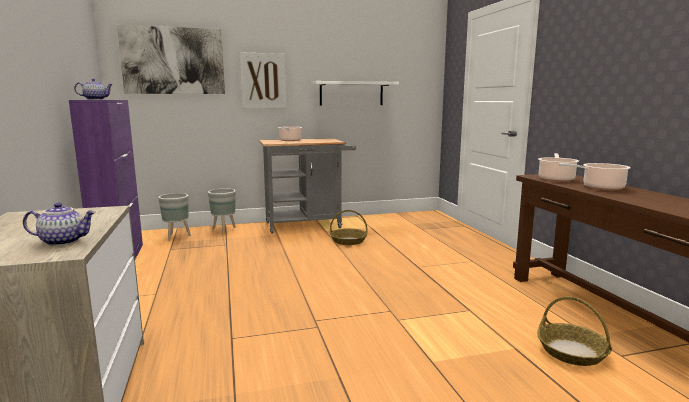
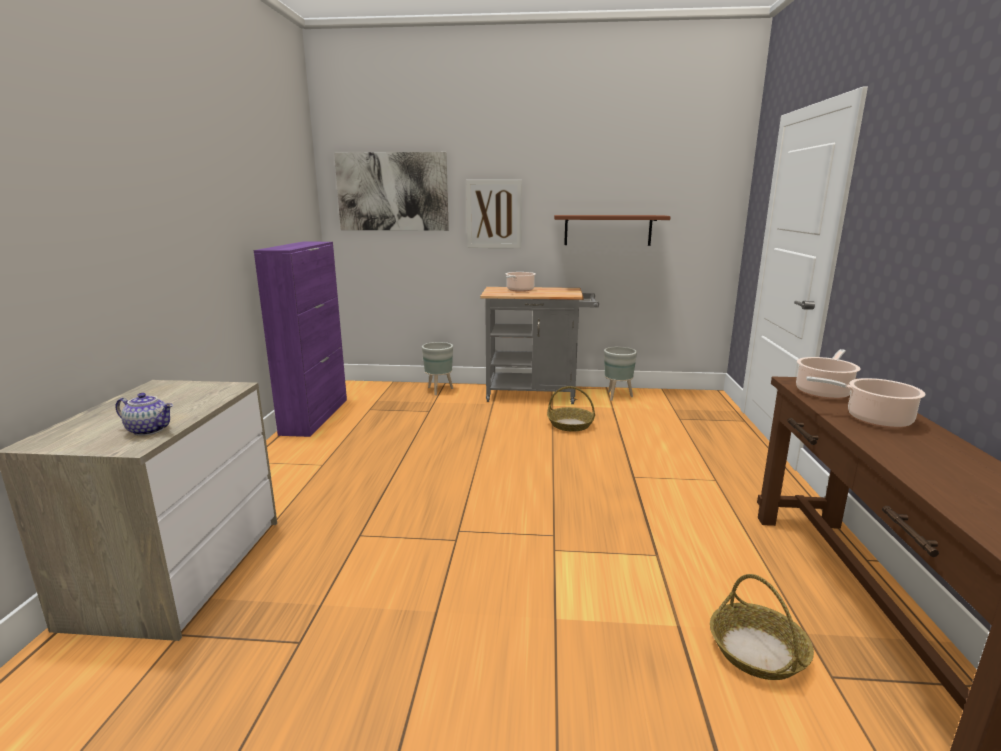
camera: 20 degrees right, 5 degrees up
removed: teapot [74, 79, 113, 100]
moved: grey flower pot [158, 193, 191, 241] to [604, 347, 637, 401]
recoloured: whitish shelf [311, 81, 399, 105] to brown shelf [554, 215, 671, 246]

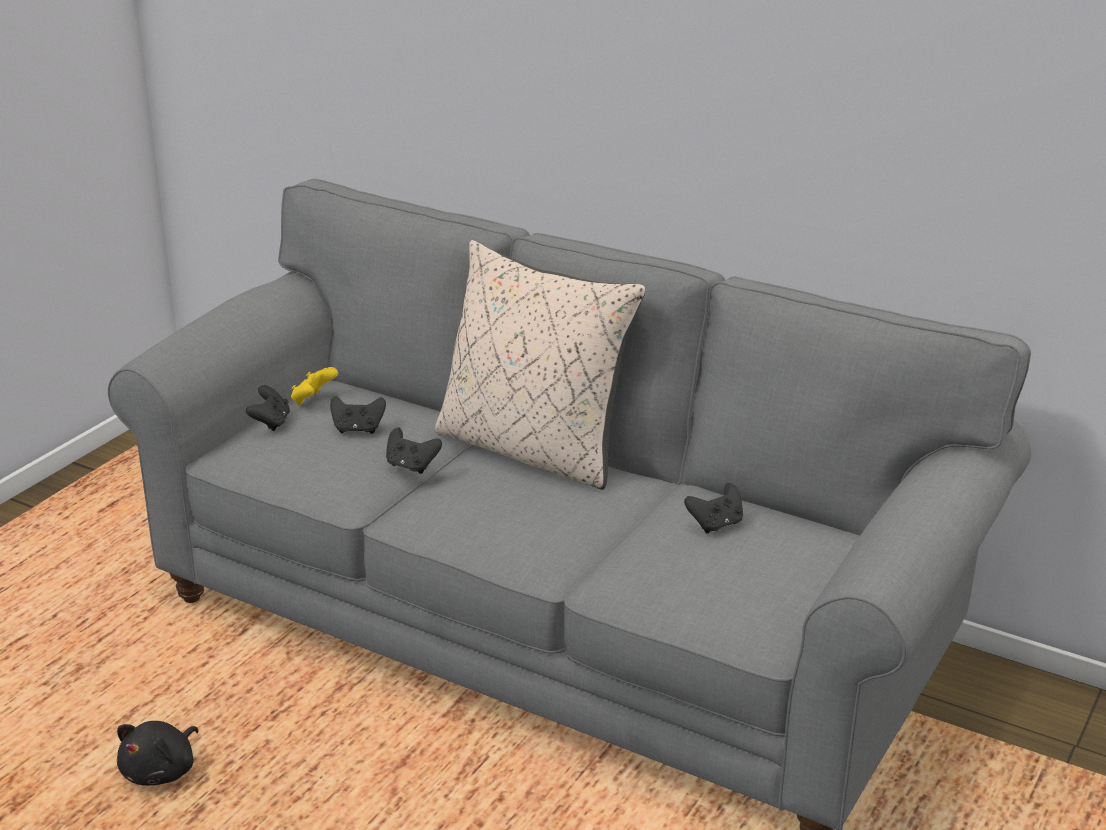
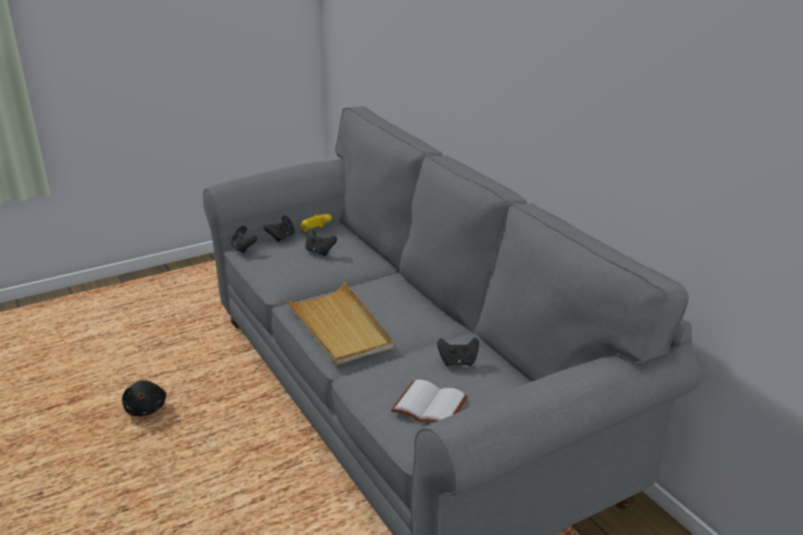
camera: 30 degrees right, 0 degrees up
removed: sand-coloured throw pillow [435, 240, 646, 490]
added: sand-coloured carrying tray [283, 282, 394, 365]; whitish book [391, 379, 468, 422]
moved: blackish game controller [386, 428, 442, 474] to [231, 226, 257, 253]
turned: blackish plush toy [117, 721, 199, 786] = [122, 380, 166, 416] 75 degrees counterclockwise

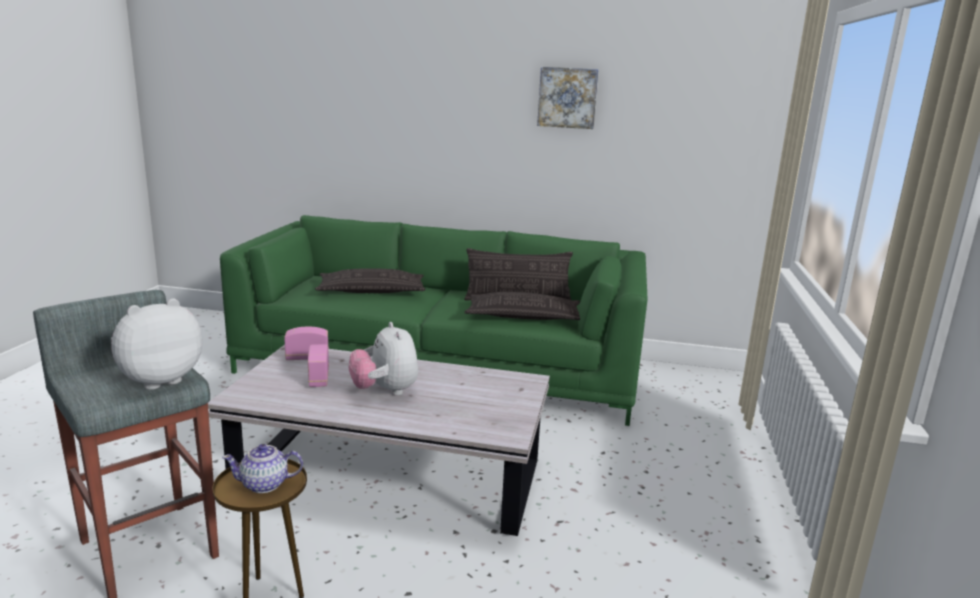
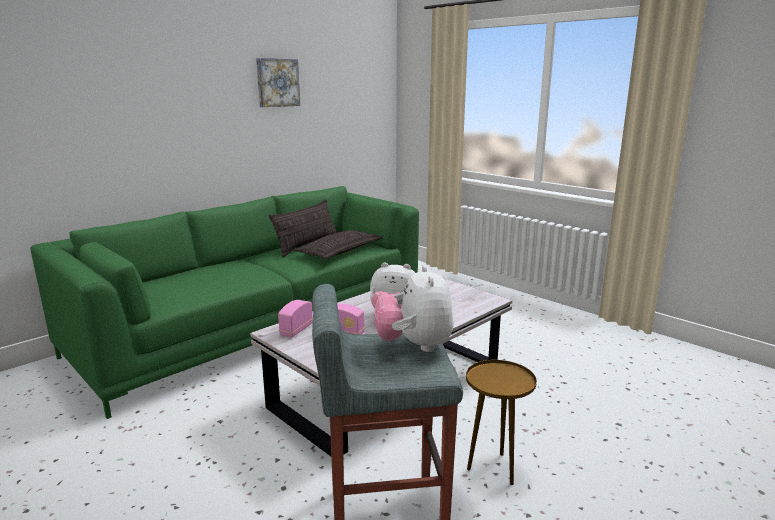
camera: 55 degrees left, 0 degrees up
removed: teapot [222, 444, 303, 493]; throw pillow [315, 268, 425, 293]

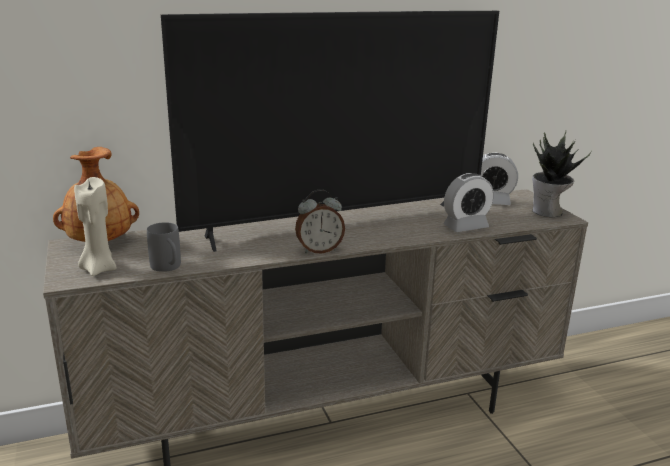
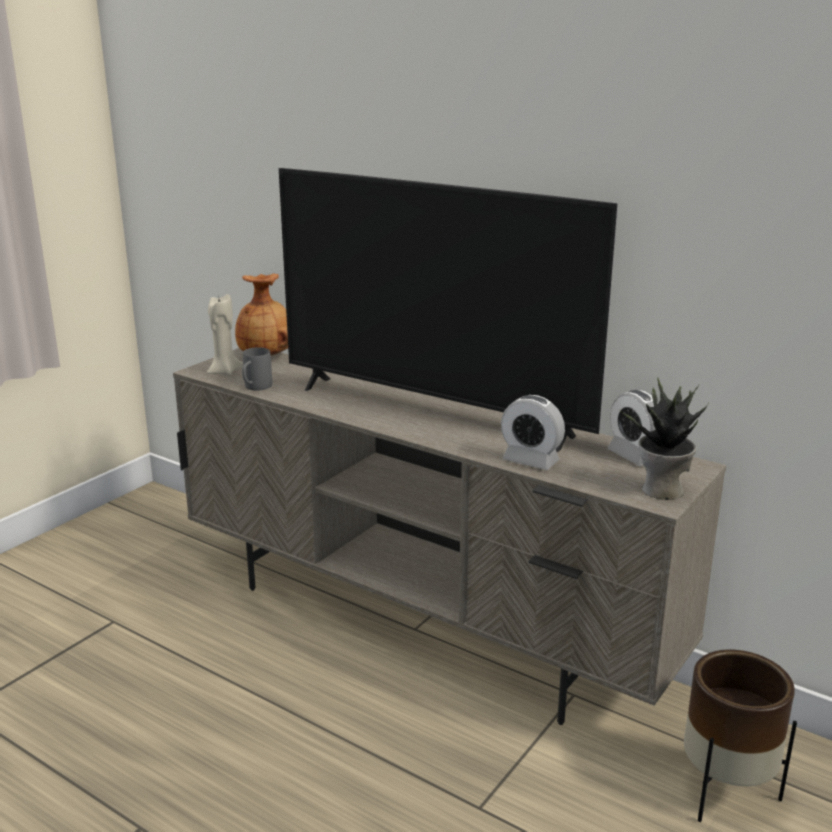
camera: 55 degrees right, 0 degrees up
removed: alarm clock [295, 189, 345, 253]
added: brown flower pot [684, 649, 797, 822]

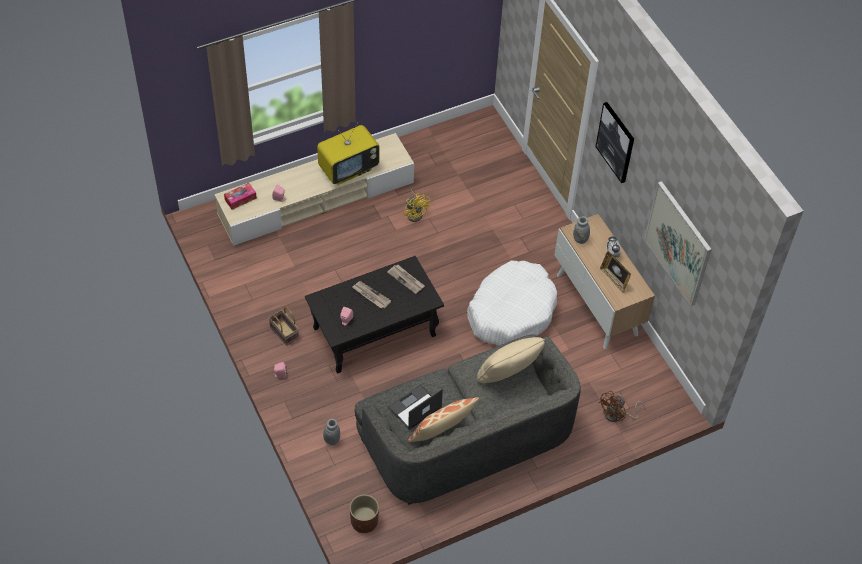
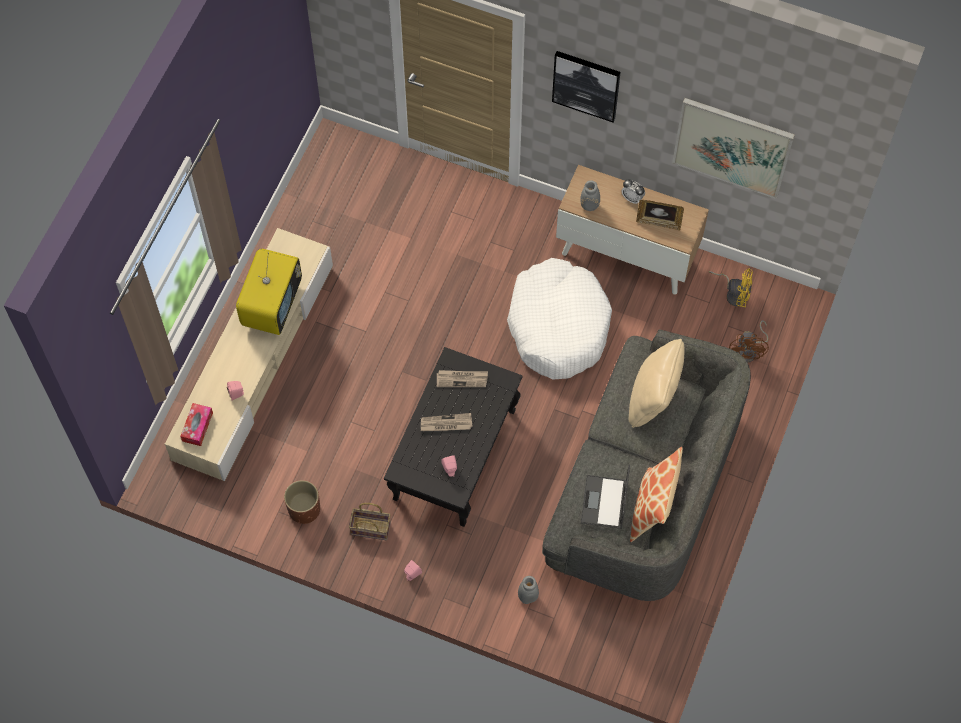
camera: 40 degrees left, 10 degrees up
moved: brown flower pot [349, 494, 379, 533] to [284, 480, 320, 524]; yellow fan [403, 189, 430, 222] to [709, 268, 753, 307]

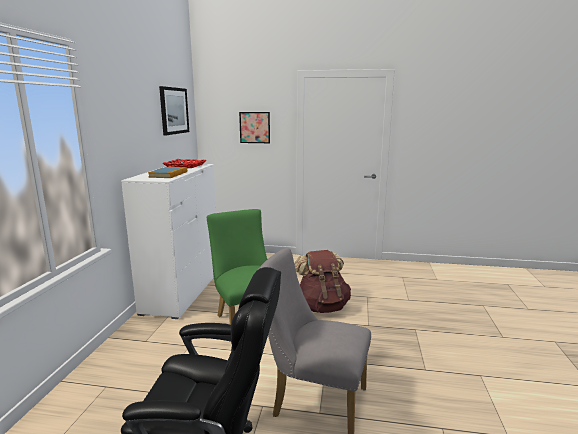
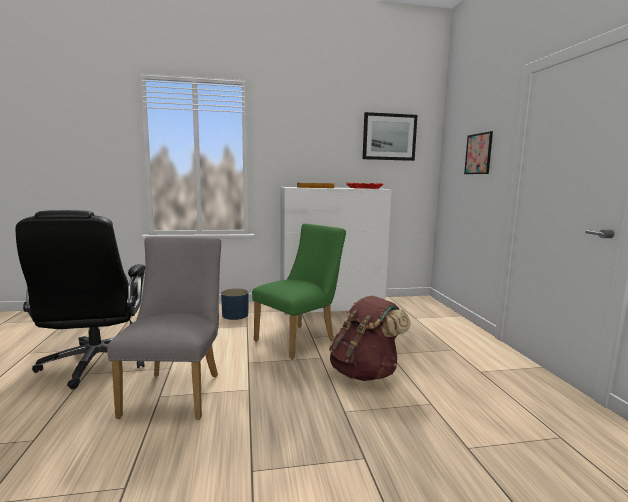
camera: 70 degrees right, 5 degrees down
added: blue flower pot [221, 288, 249, 320]

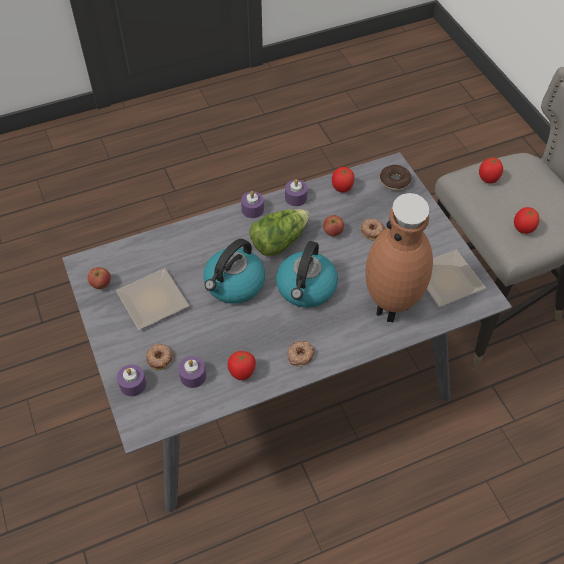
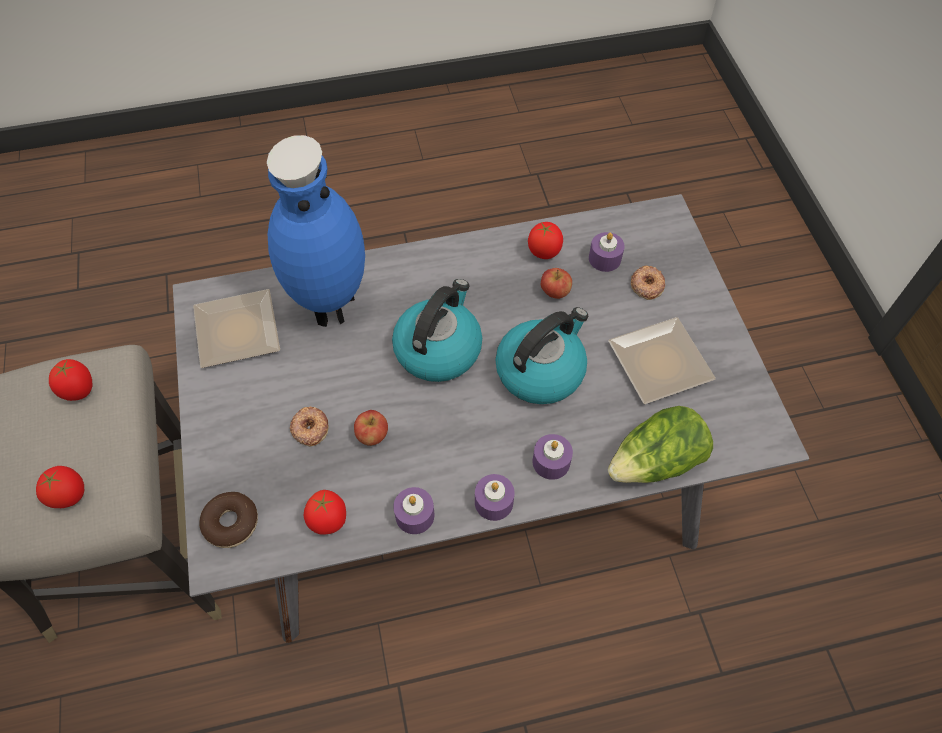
camera: 170 degrees left, 5 degrees up
removed: donut [287, 341, 314, 367]
moved: apple fruit [87, 267, 111, 289] to [541, 268, 572, 299]; purple-coloured candle [117, 364, 146, 396] to [532, 434, 573, 480]; lettuce [249, 209, 310, 256] to [608, 406, 713, 483]
recoloured: brown flower vase [365, 193, 433, 322] to blue flower vase [267, 135, 365, 327]

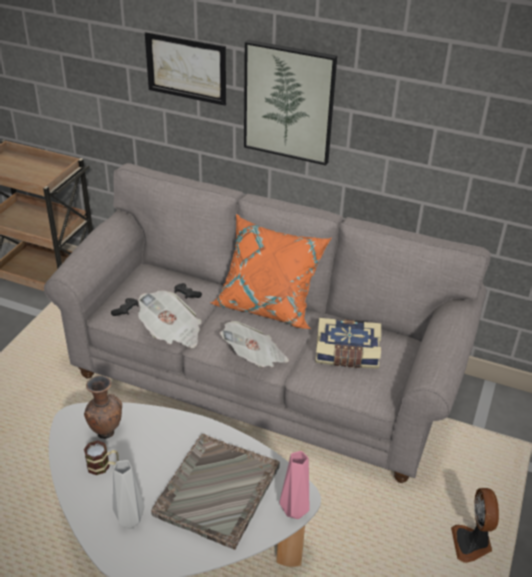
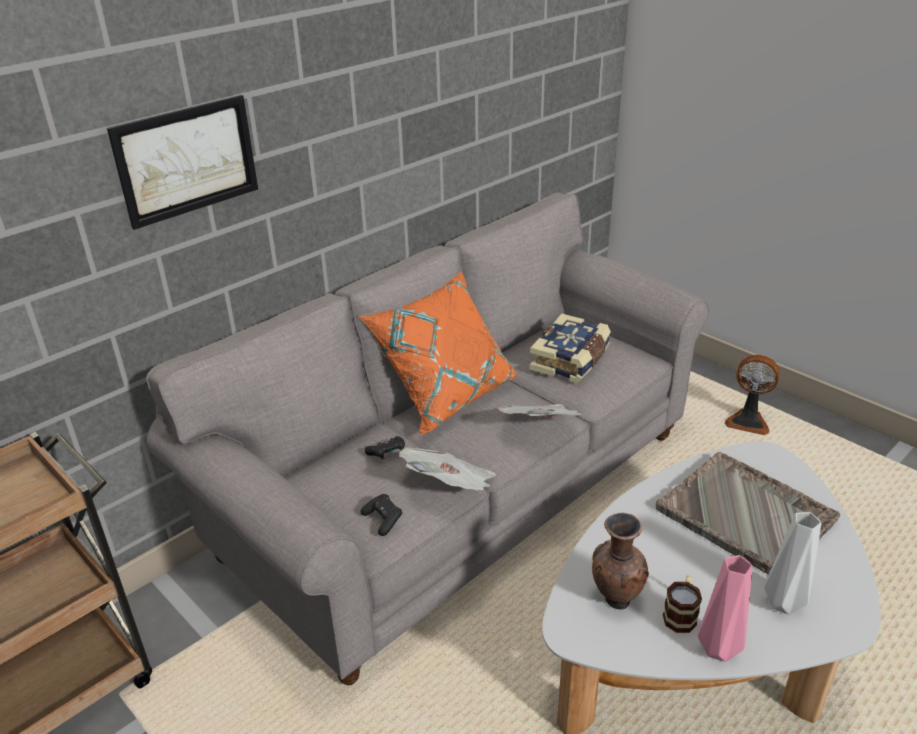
camera: 65 degrees left, 5 degrees down
removed: wall picture [244, 40, 337, 165]
moved: pinkish flower vase [279, 451, 309, 519] to [698, 555, 752, 661]

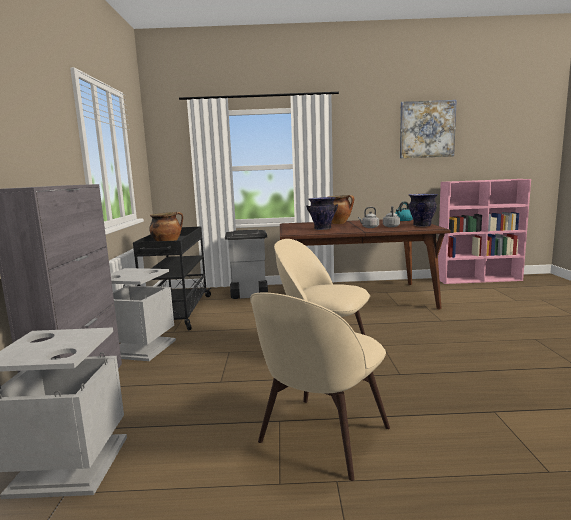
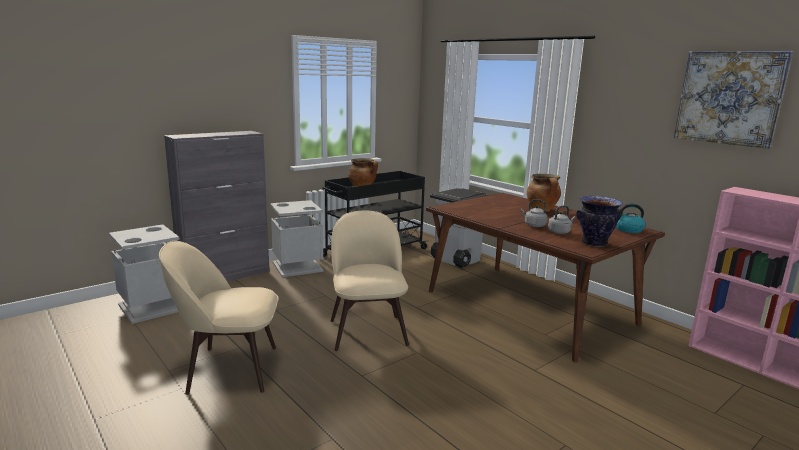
camera: 50 degrees right, 5 degrees up
removed: flower vase [306, 197, 338, 230]

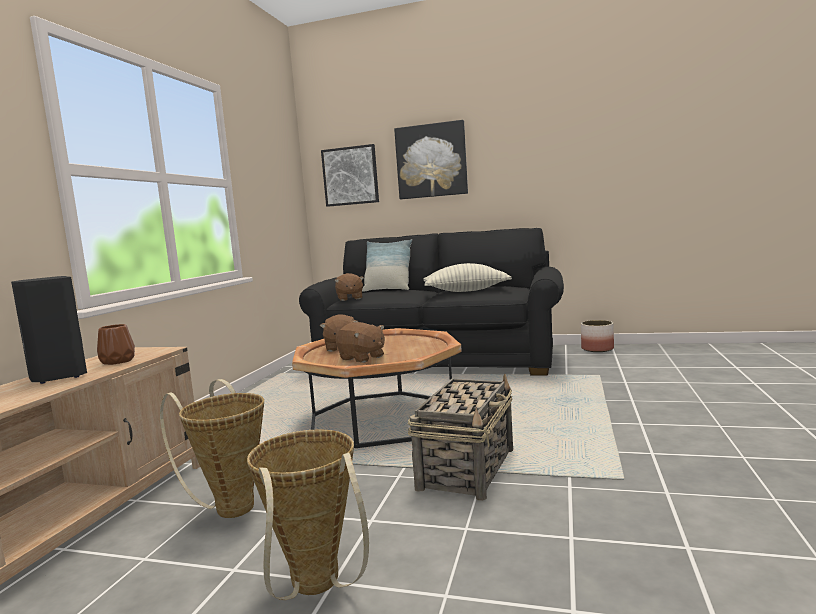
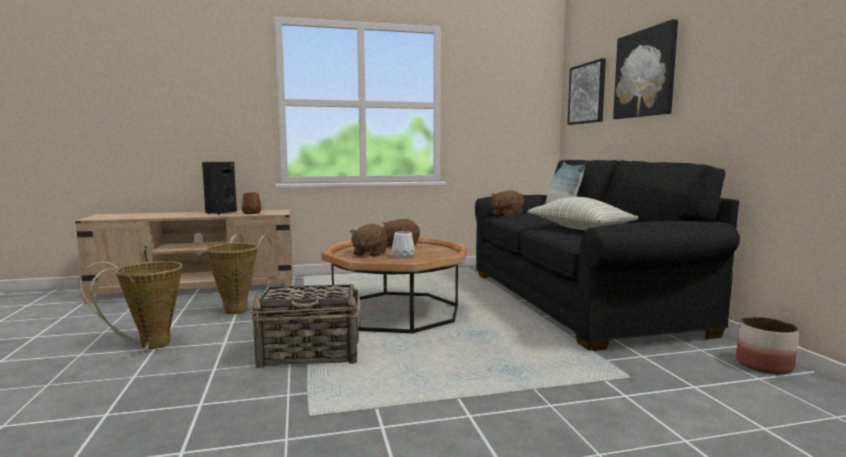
camera: 60 degrees right, 0 degrees up
added: whitish flower vase [392, 231, 414, 258]

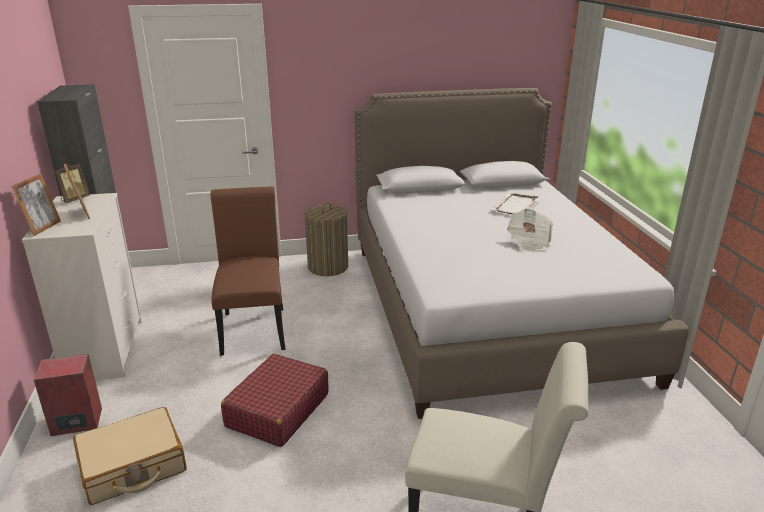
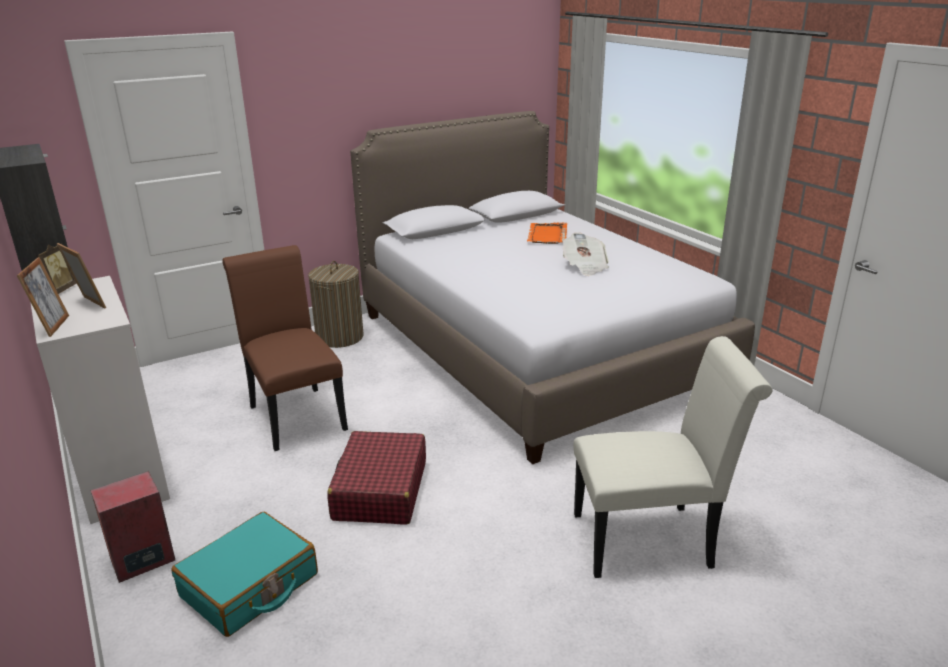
camera: 20 degrees left, 0 degrees up
recoloured: sand-coloured piece of luggage [73, 407, 187, 505] to blue-green piece of luggage [171, 512, 318, 637]; whitish carrying tray [491, 192, 542, 214] to orange-coloured carrying tray [527, 222, 567, 244]

